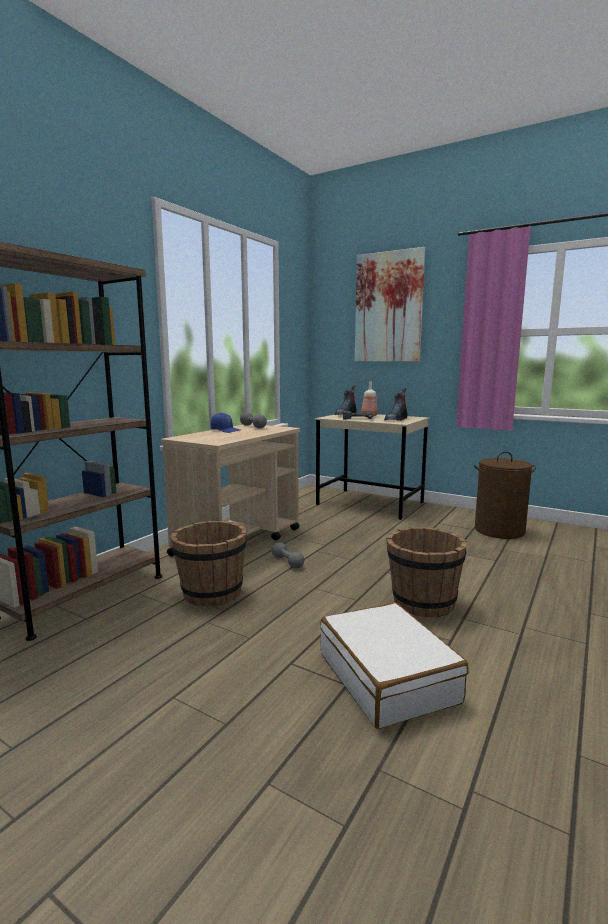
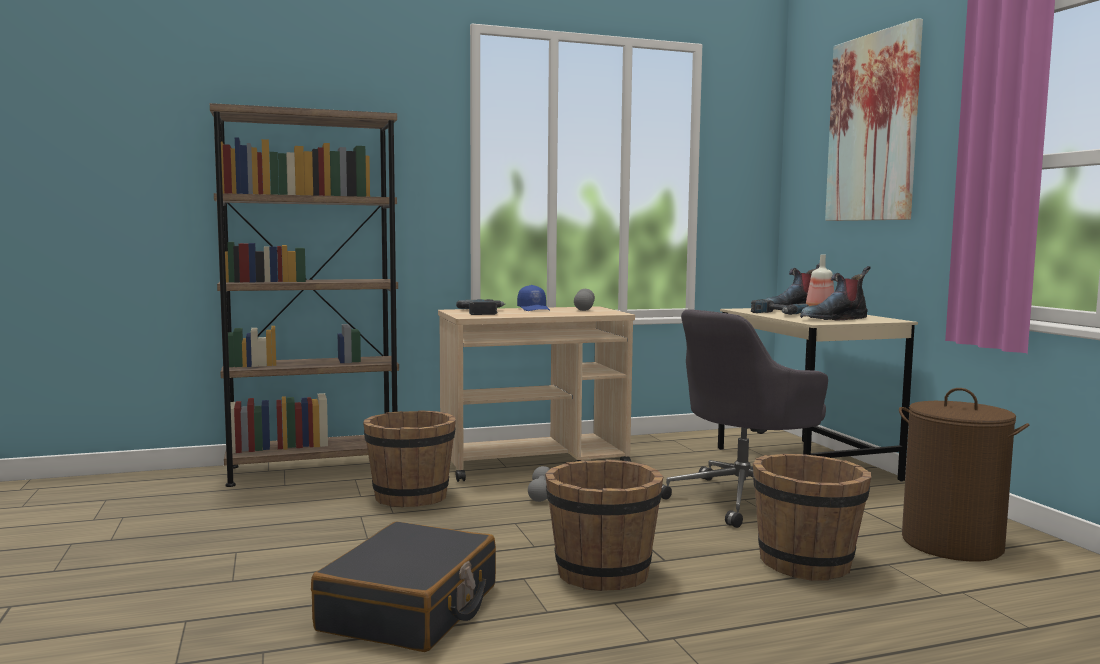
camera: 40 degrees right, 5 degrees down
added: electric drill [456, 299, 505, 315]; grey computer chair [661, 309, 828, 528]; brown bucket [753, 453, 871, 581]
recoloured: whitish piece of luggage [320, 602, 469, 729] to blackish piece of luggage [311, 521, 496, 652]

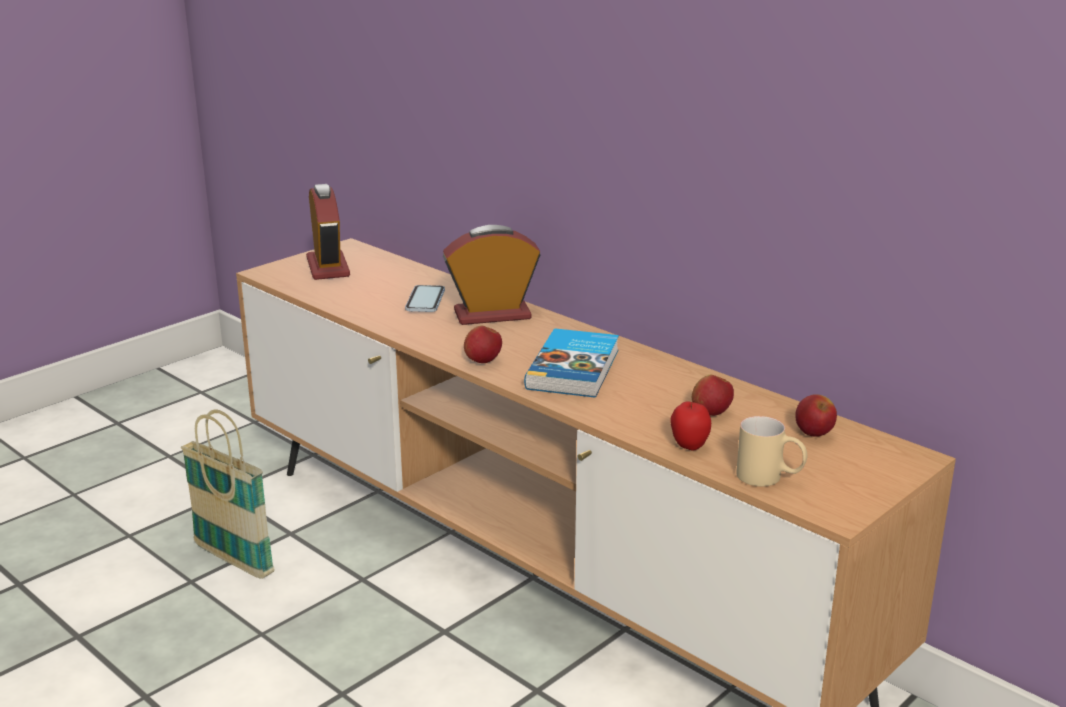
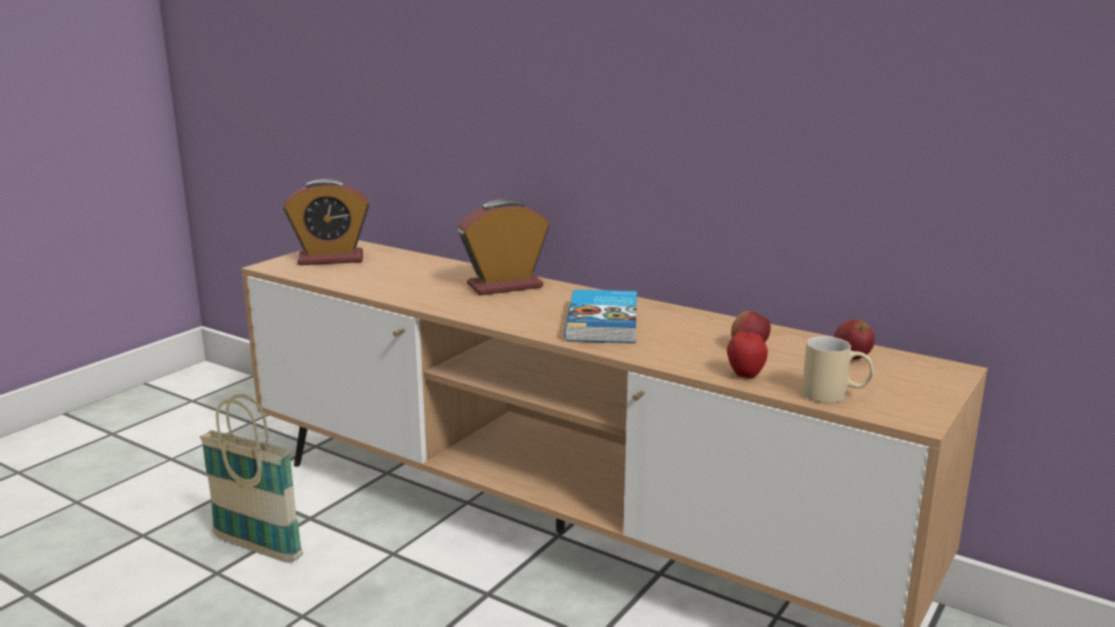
camera: 10 degrees left, 5 degrees down
removed: phone [405, 285, 445, 312]; apple fruit [464, 326, 502, 363]
turned: alarm clock [306, 184, 350, 280] = [283, 179, 369, 265] 105 degrees clockwise

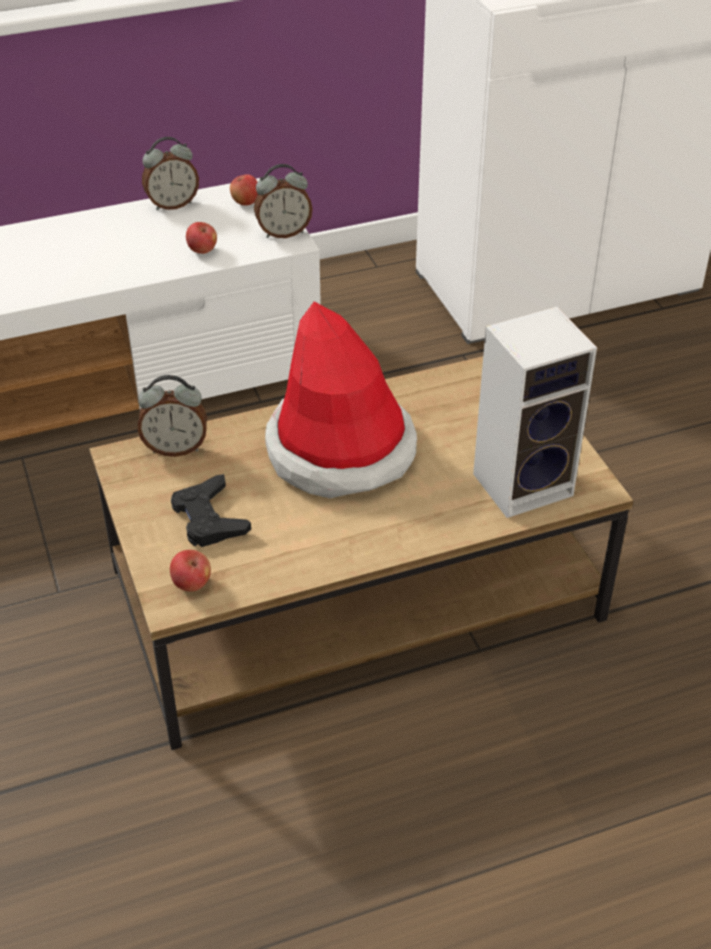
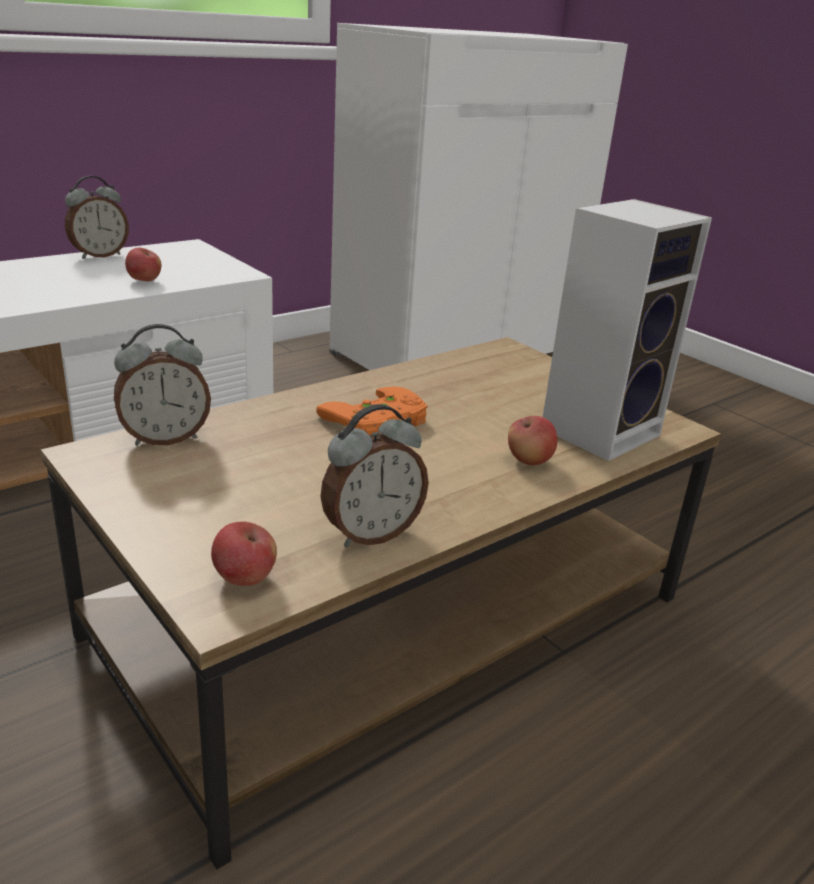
camera: 20 degrees left, 15 degrees down
removed: blackish game controller [171, 474, 251, 547]
moved: apple fruit [230, 174, 258, 206] to [508, 416, 557, 465]; alarm clock [254, 164, 313, 238] to [320, 404, 429, 547]
replaced: wearable hat [265, 302, 417, 498] to orange-coloured game controller [316, 386, 428, 435]

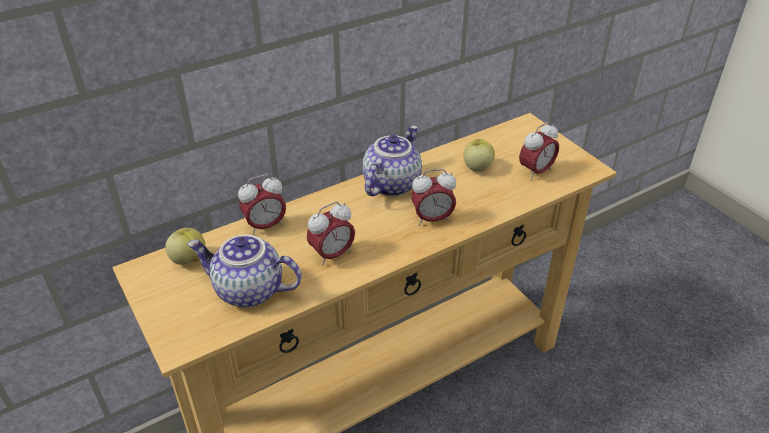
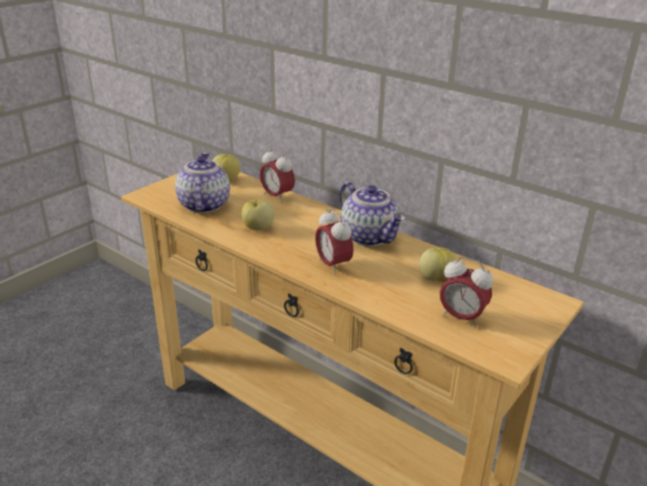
camera: 70 degrees right, 10 degrees down
replaced: alarm clock [307, 202, 355, 266] to apple fruit [241, 199, 275, 230]
turned: teapot [363, 125, 422, 196] = [340, 182, 405, 247] 45 degrees clockwise

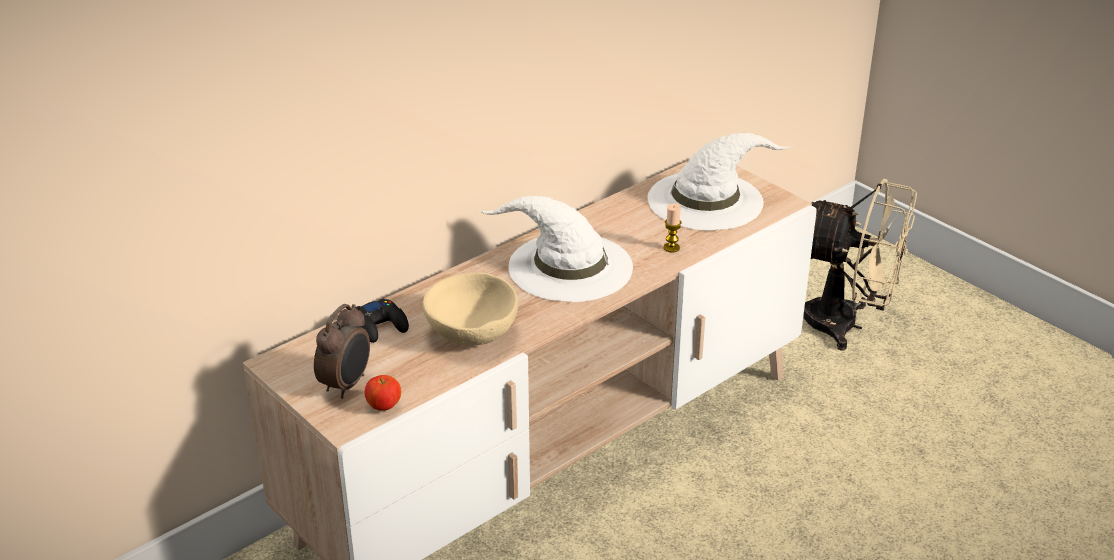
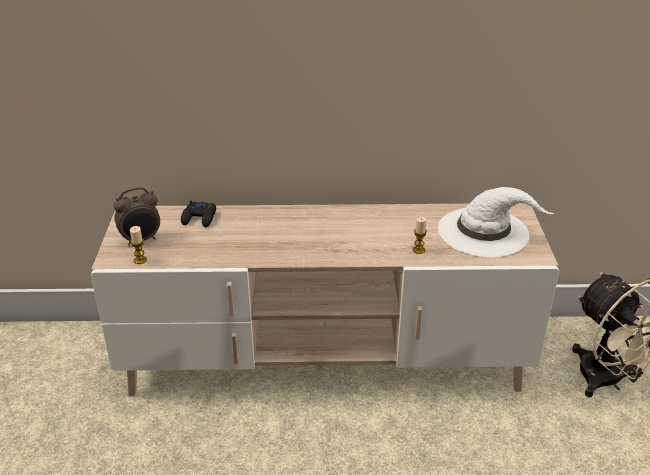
camera: 40 degrees right, 0 degrees up
removed: sand-coloured deep dish [423, 273, 518, 346]; whitish wearable hat [479, 196, 633, 302]
replaced: apple fruit [365, 375, 401, 411] to candle [130, 226, 147, 264]

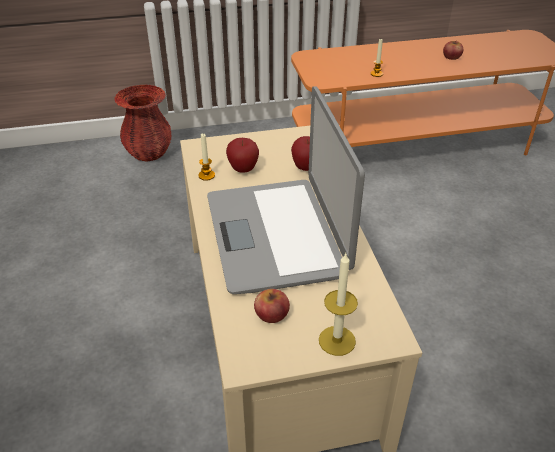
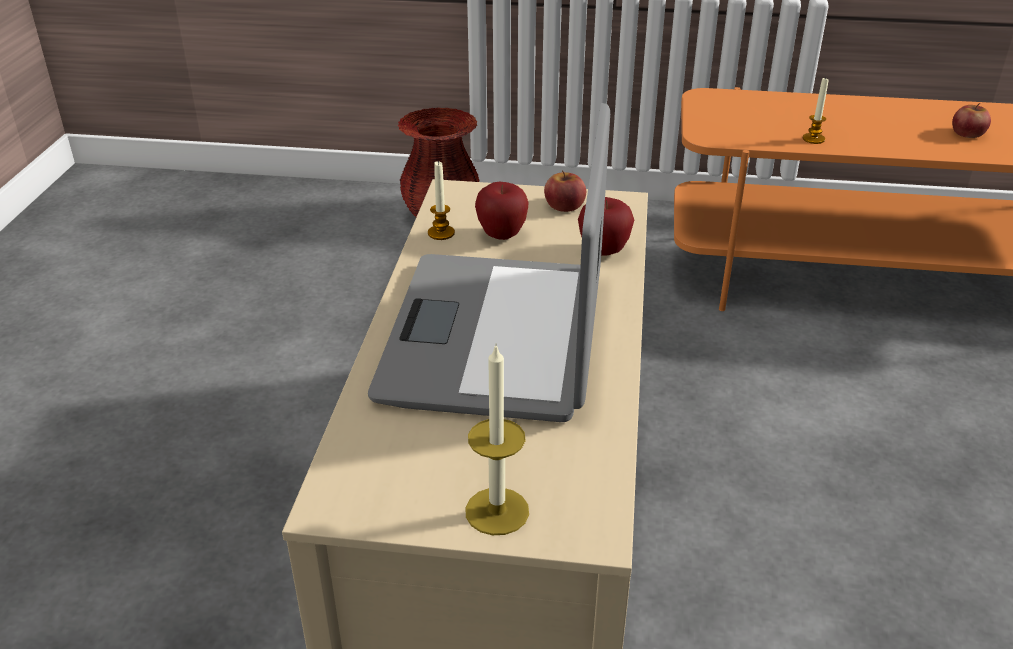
camera: 20 degrees right, 5 degrees down
moved: apple fruit [254, 289, 290, 323] to [544, 170, 586, 212]

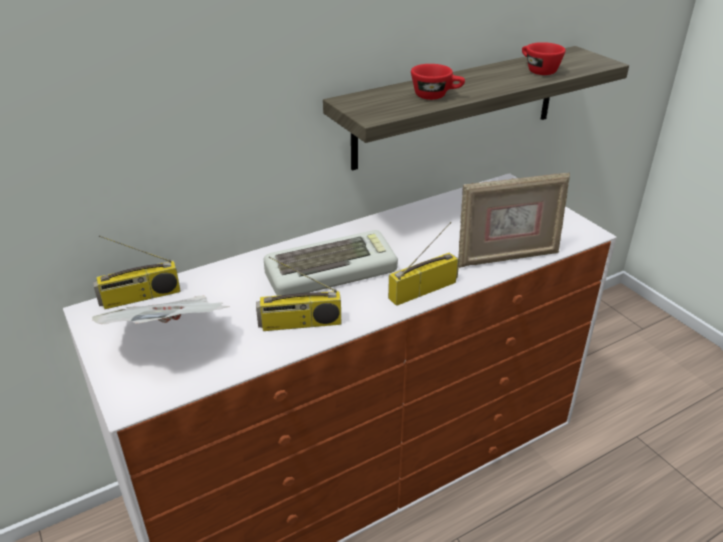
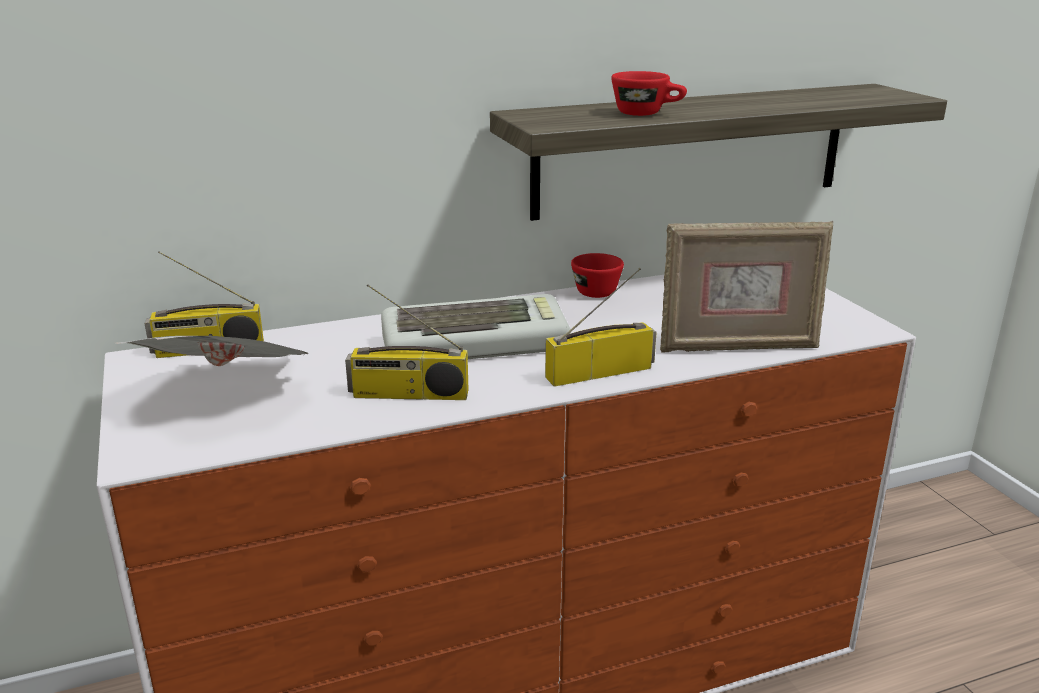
camera: 10 degrees right, 10 degrees down
moved: reddish cup [522, 42, 566, 75] to [571, 253, 624, 298]

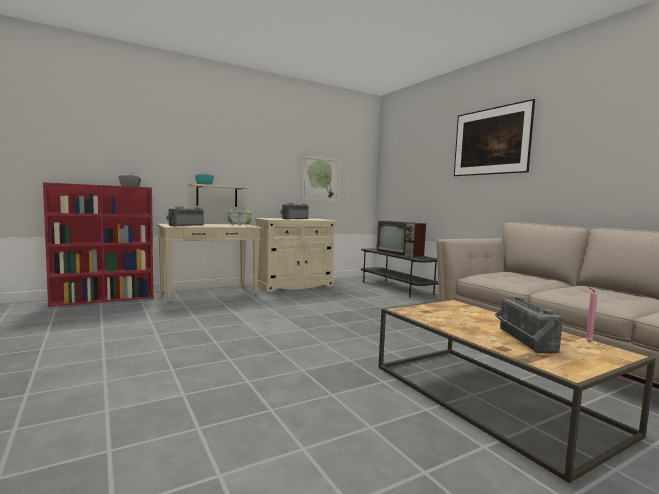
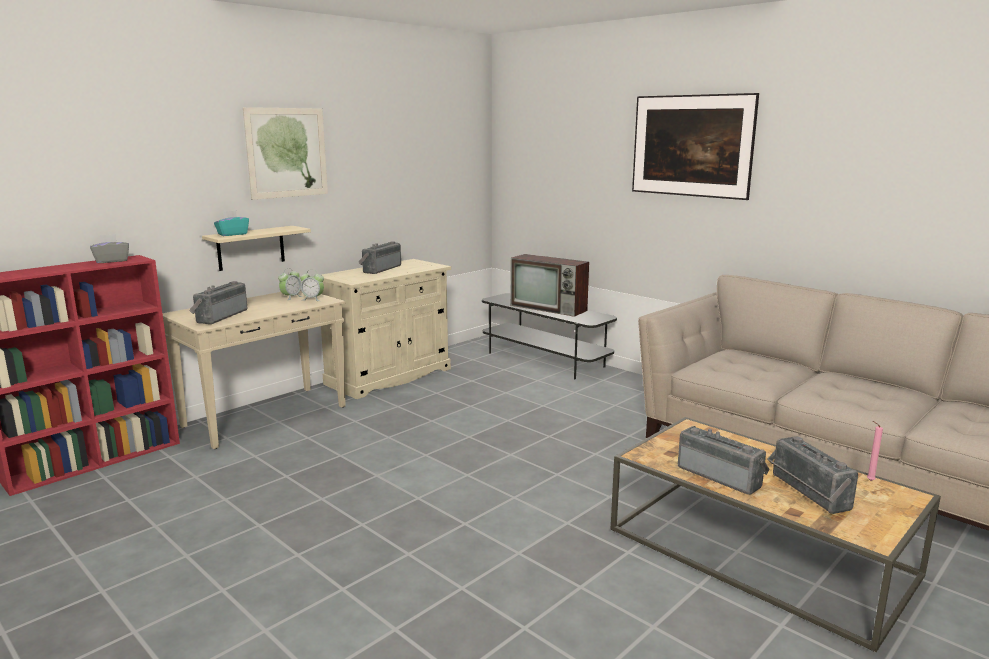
camera: 15 degrees left, 10 degrees up
added: radio set [678, 426, 769, 495]
moved: wall picture [301, 155, 341, 202] to [243, 107, 328, 200]

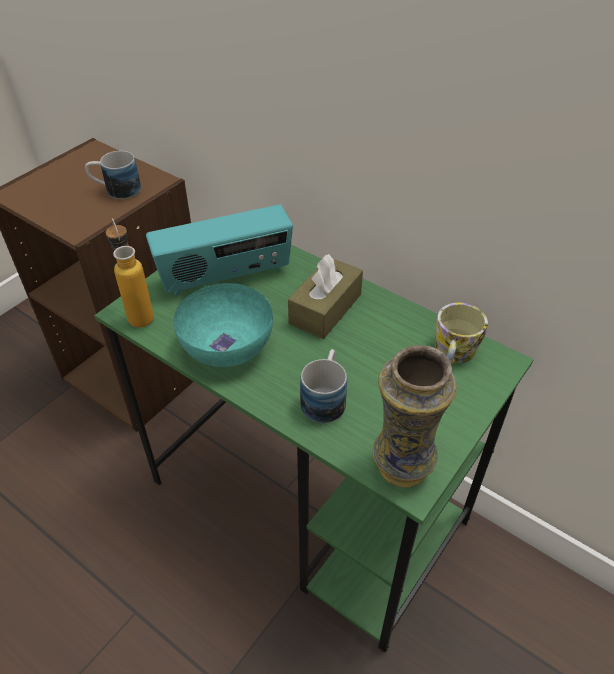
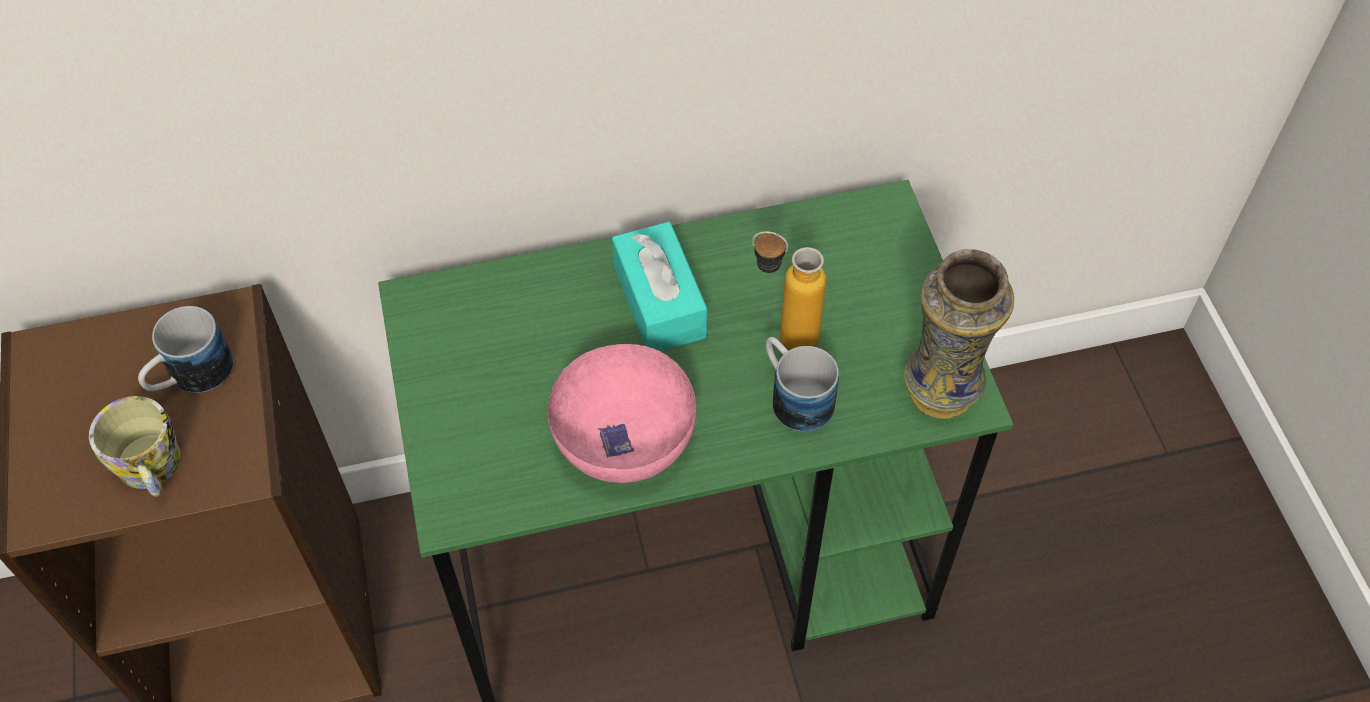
camera: 50 degrees left, 10 degrees up
removed: radio set [146, 205, 293, 296]
moved: drink bottle [106, 218, 154, 328] to [752, 231, 827, 350]; coffee mug [436, 303, 488, 365] to [89, 396, 181, 497]
recoloured: blue-green deep dish [174, 283, 273, 367] to pinkish deep dish [548, 344, 696, 483]; brown tissue box [288, 254, 363, 339] to blue-green tissue box [612, 222, 707, 351]

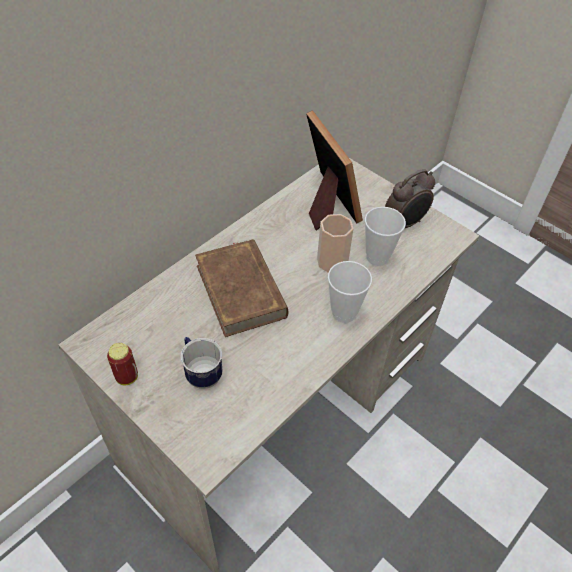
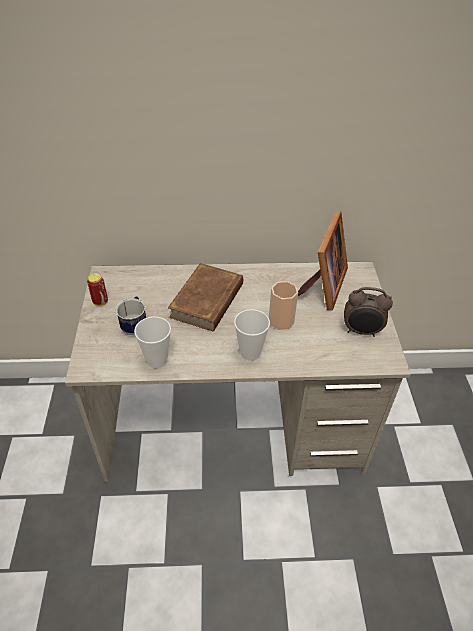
camera: 45 degrees right, 5 degrees down
moved: cup [365, 207, 406, 266] to [134, 316, 171, 368]

